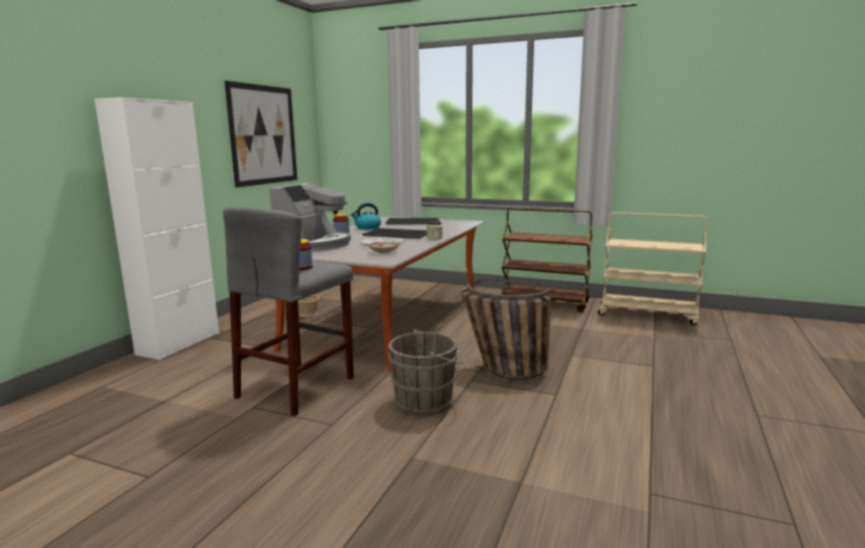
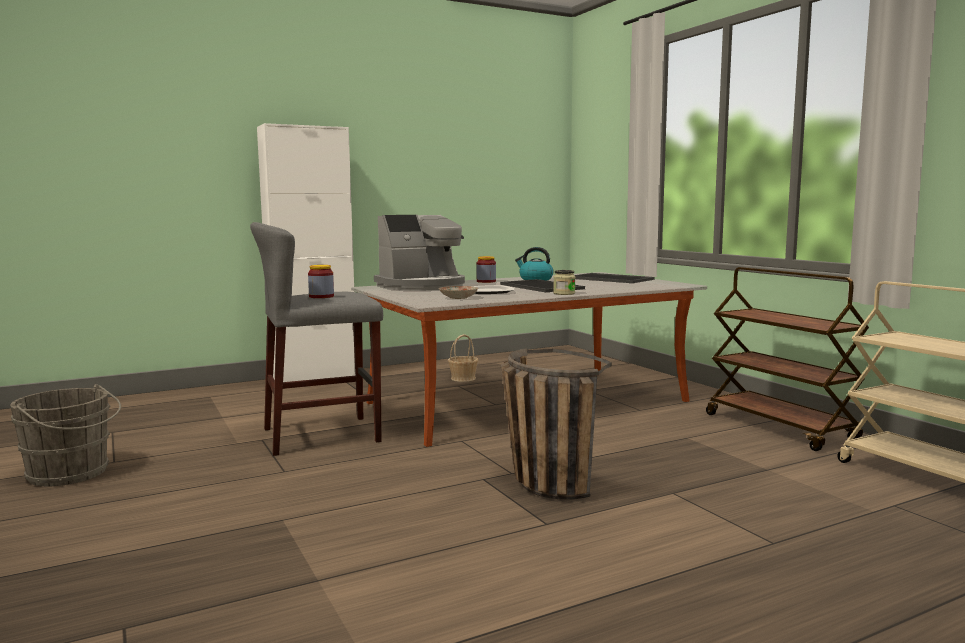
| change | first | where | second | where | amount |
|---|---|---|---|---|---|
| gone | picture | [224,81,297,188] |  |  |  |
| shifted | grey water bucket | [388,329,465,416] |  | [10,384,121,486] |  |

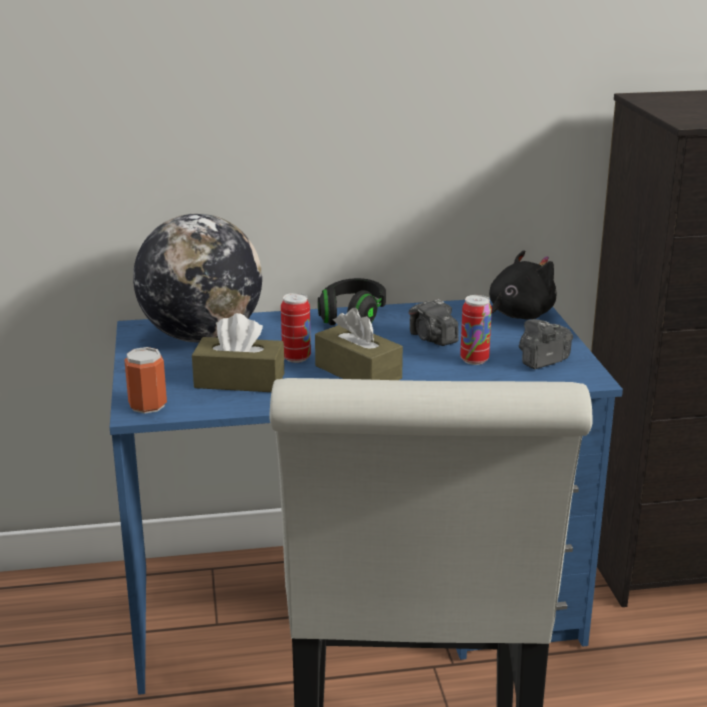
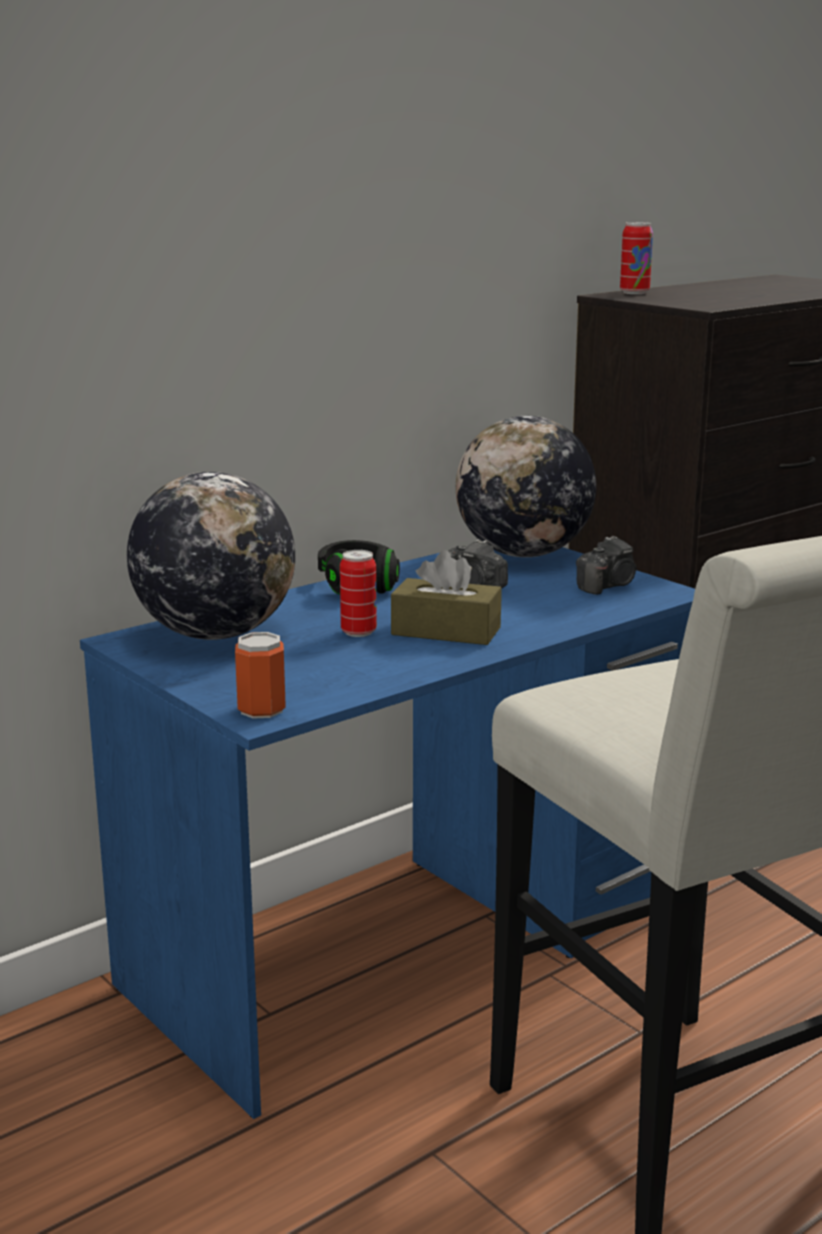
| change | first | where | second | where | amount |
|---|---|---|---|---|---|
| gone | brown box of tissues | [192,313,284,392] |  |  |  |
| shifted | metal can | [460,295,492,365] |  | [620,222,653,294] |  |
| swapped | blackish soft toy | [489,251,556,320] | globe | [456,416,596,557] |  |
| rotated | still camera | [519,319,573,369] |  | [576,536,637,595] | 150 degrees counterclockwise |

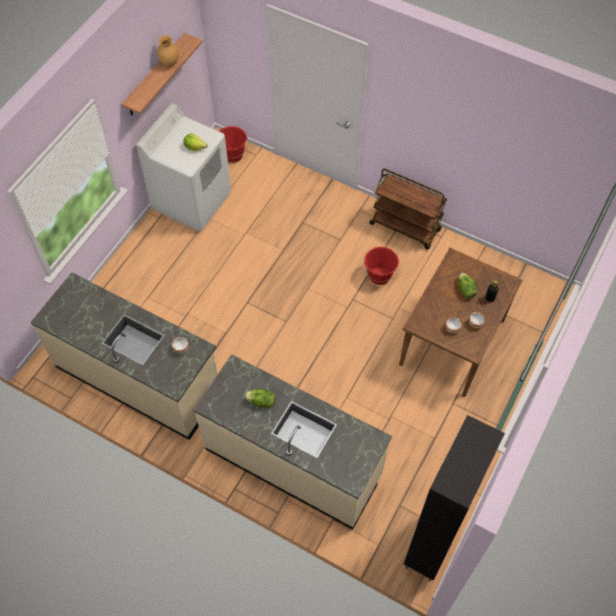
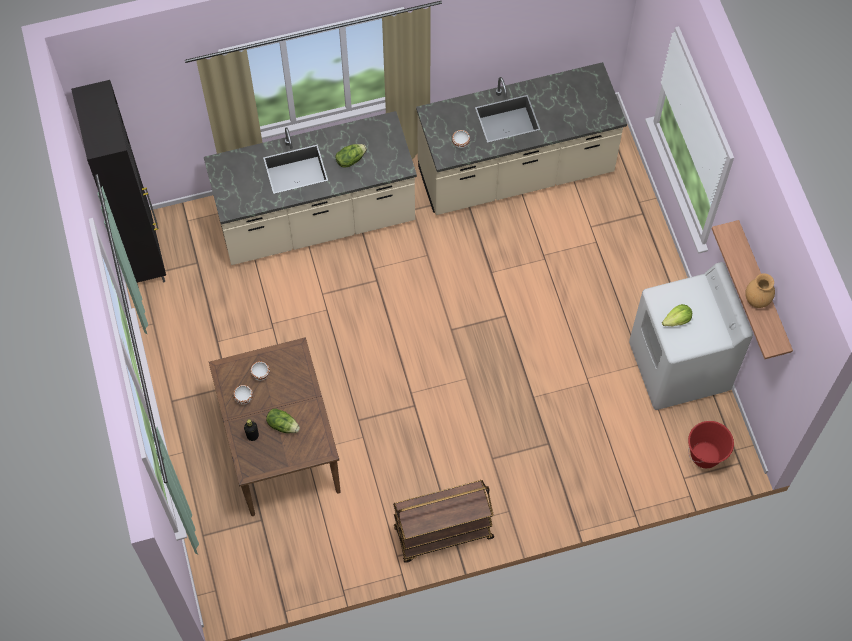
| change | first | where | second | where | amount |
|---|---|---|---|---|---|
| gone | red-coloured water bucket | [364,247,399,285] |  |  |  |

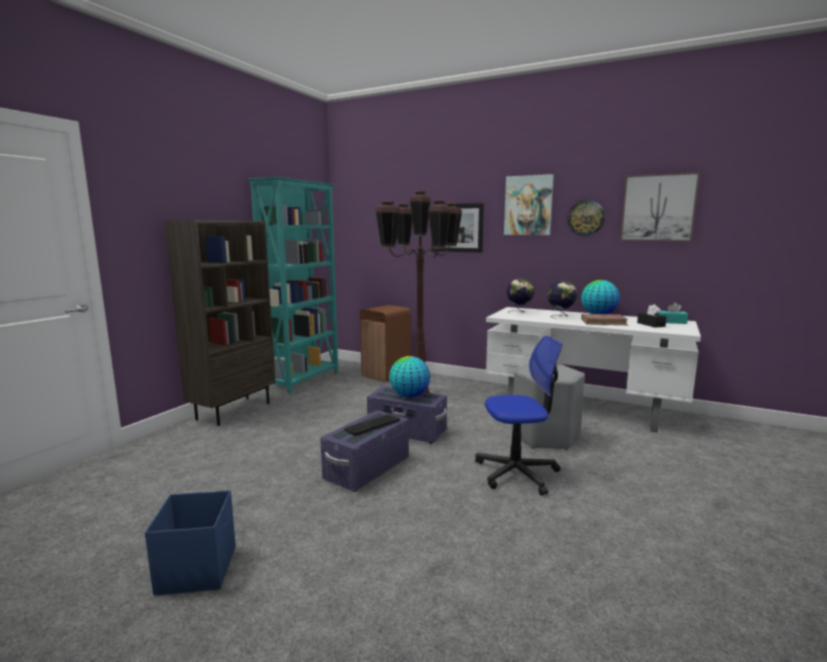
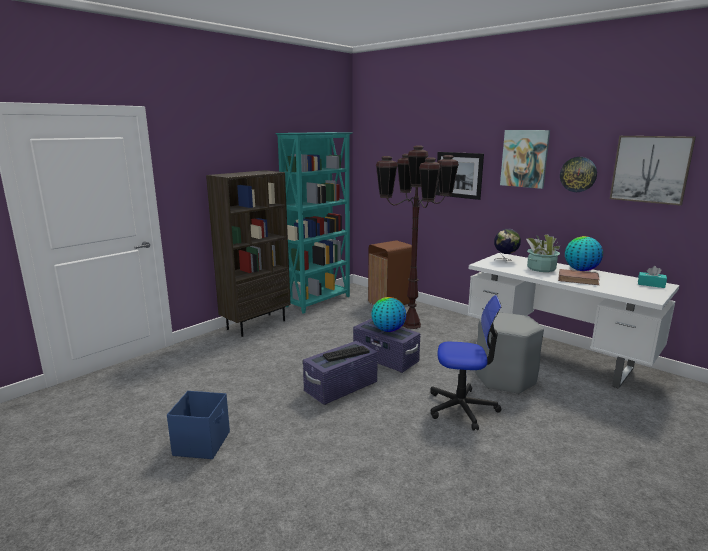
| change | first | where | second | where | amount |
|---|---|---|---|---|---|
| swapped | globe | [547,280,577,318] | plant in a pot | [526,234,561,272] |  |
| gone | blackish box of tissues | [637,304,667,327] |  |  |  |

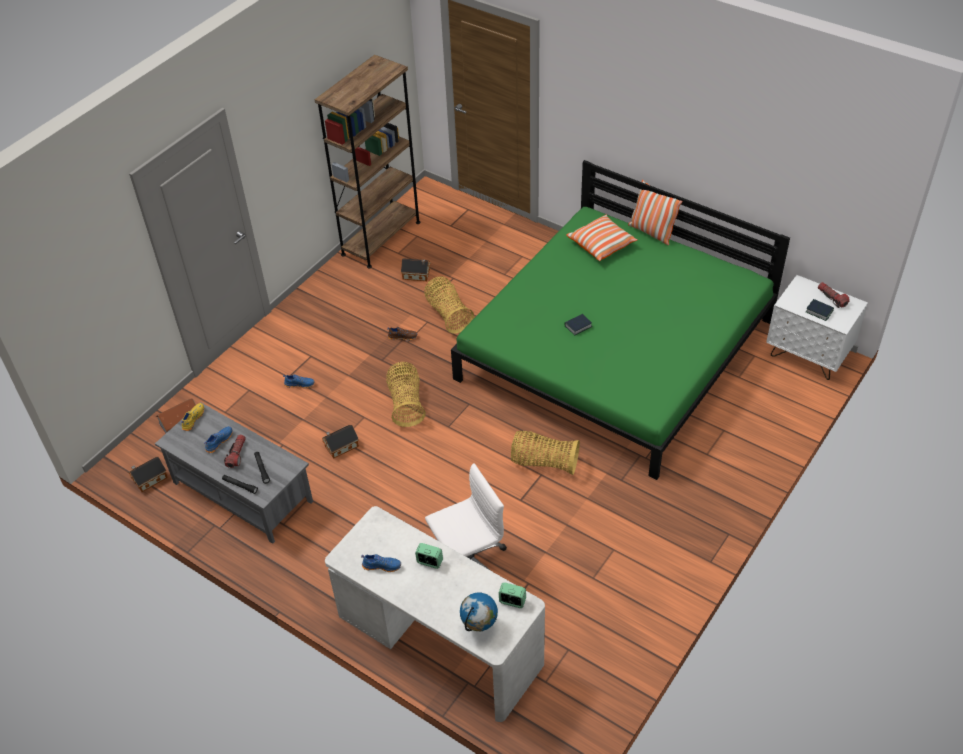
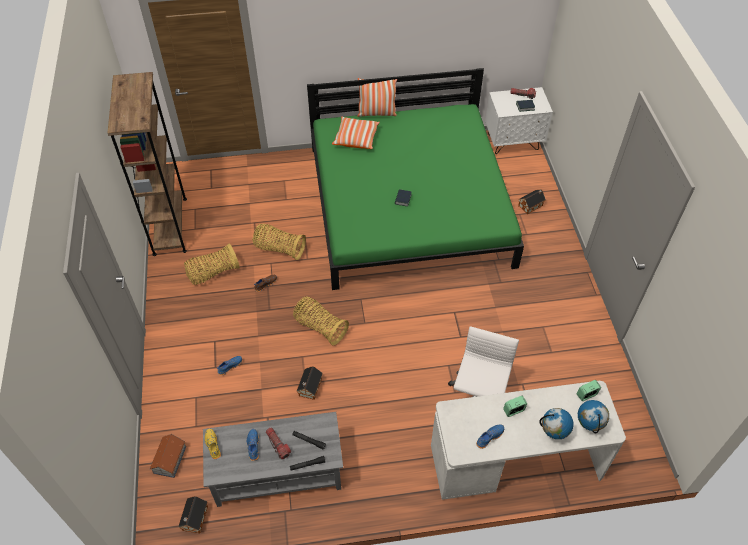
| change | first | where | second | where | amount |
|---|---|---|---|---|---|
| shifted | toy house | [401,258,431,281] |  | [518,189,546,214] |  |
| shifted | storage basket | [511,431,580,475] |  | [184,244,240,285] |  |
| new |  |  | globe | [540,408,574,439] |  |

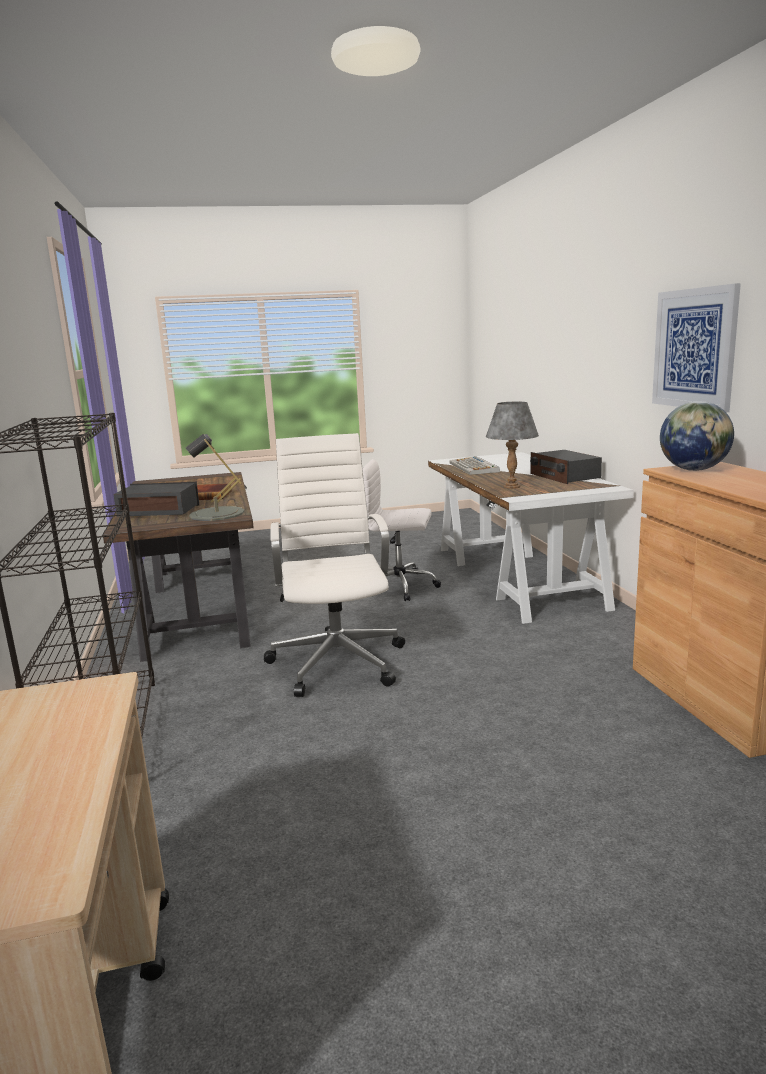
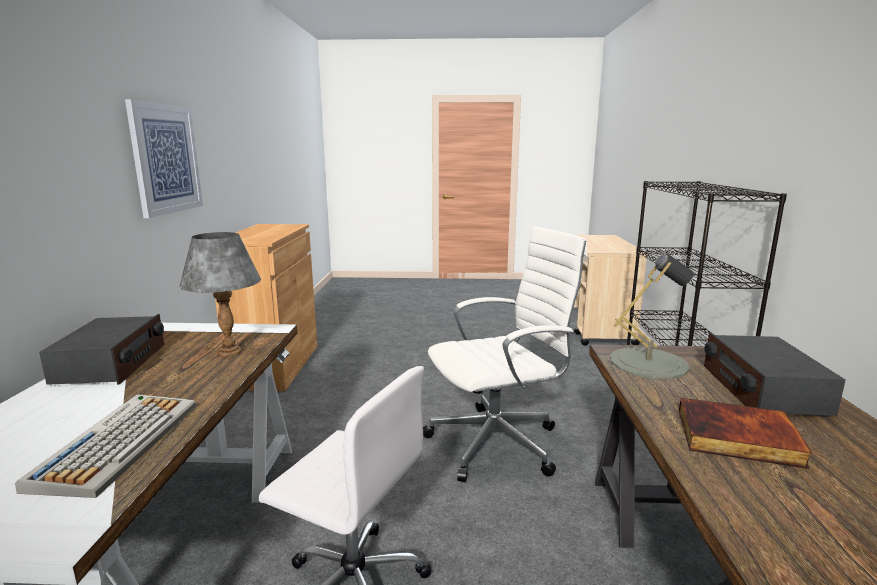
| change | first | where | second | where | amount |
|---|---|---|---|---|---|
| rotated | radio | [113,482,199,517] |  | [704,332,846,416] | 75 degrees clockwise |
| rotated | white computer chair | [264,433,405,697] |  | [423,226,588,482] | 120 degrees counterclockwise |
| gone | globe | [660,401,734,471] |  |  |  |

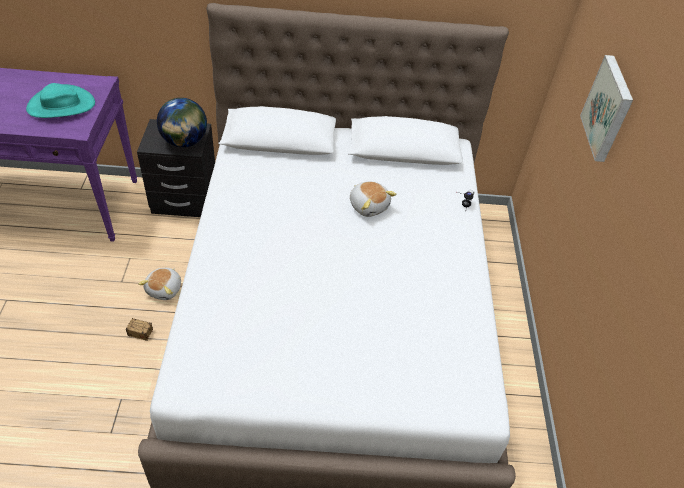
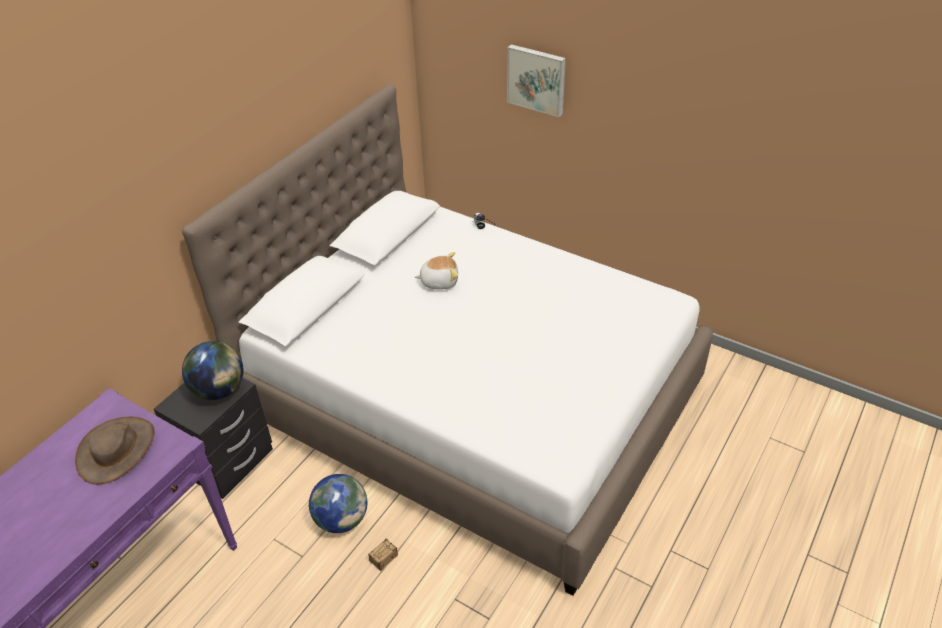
| change | first | where | second | where | amount |
|---|---|---|---|---|---|
| repainted | turquoise-coloured wearable hat | [26,83,95,118] | brown wearable hat | [75,417,154,485] |  |
| swapped | soft toy | [138,268,181,300] | globe | [309,474,367,533] |  |

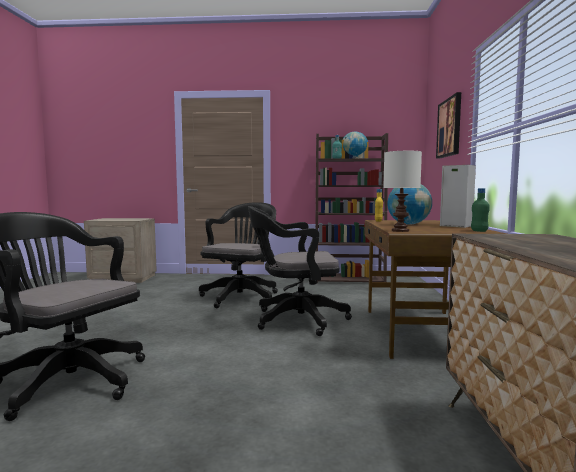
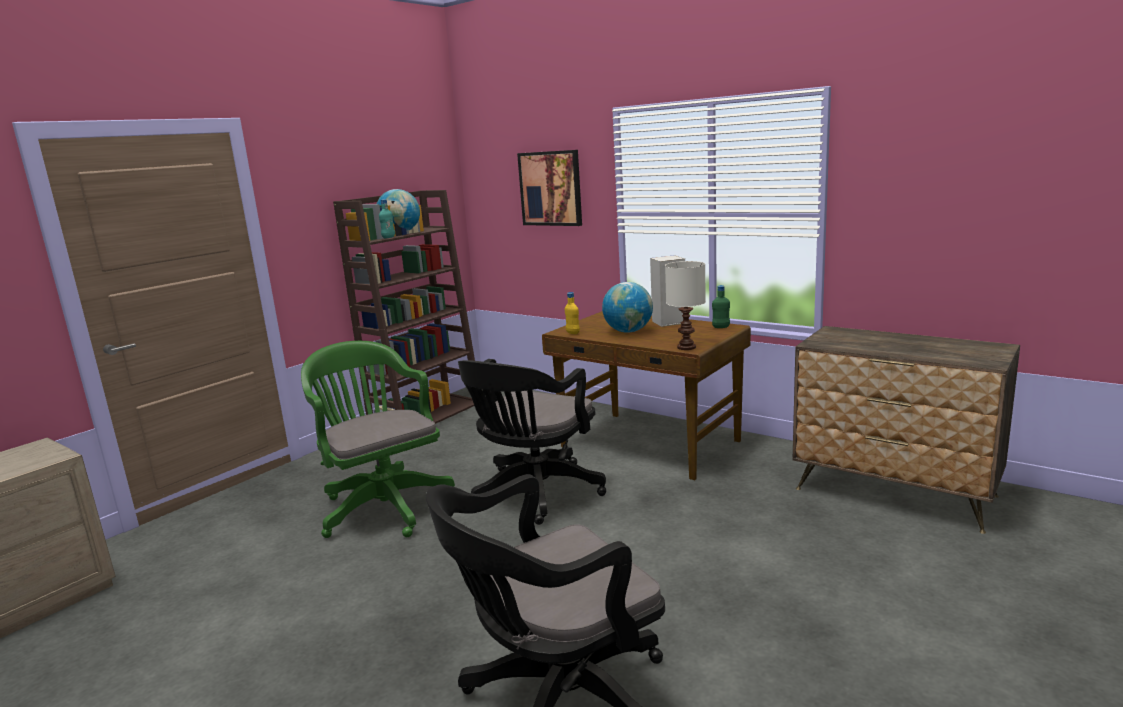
| change | first | where | second | where | amount |
|---|---|---|---|---|---|
| repainted | blackish computer chair | [199,202,278,308] | green computer chair | [301,341,455,538] |  |

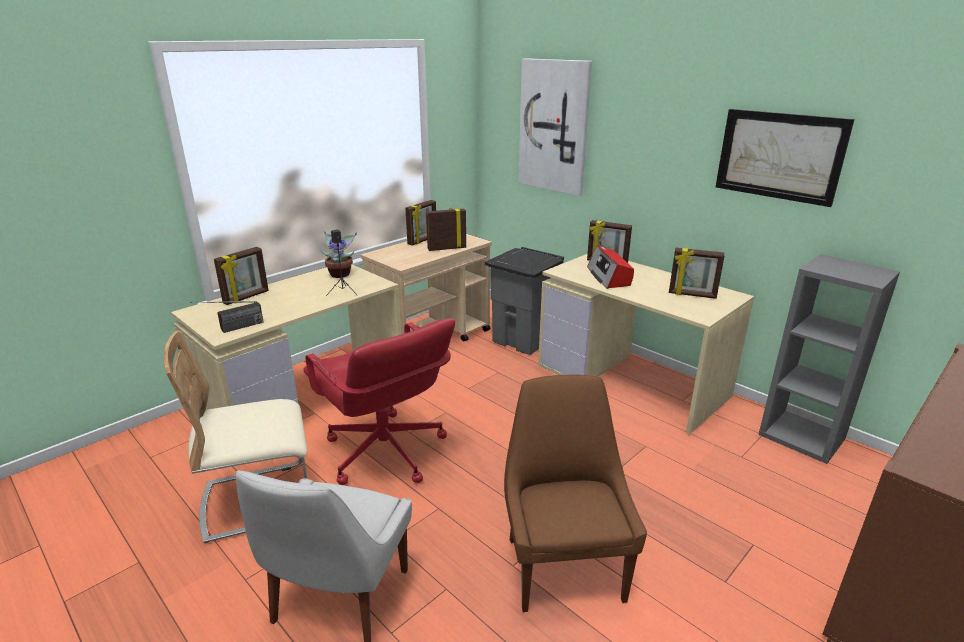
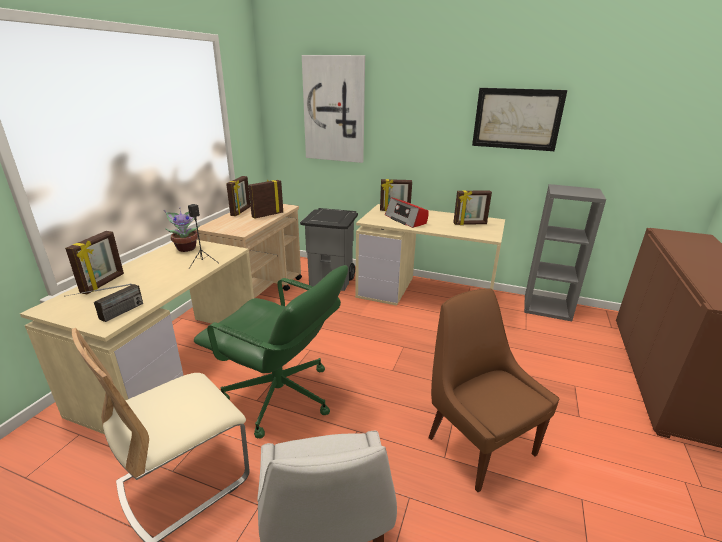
| change | first | where | second | where | amount |
|---|---|---|---|---|---|
| repainted | red-coloured computer chair | [303,318,455,485] | green computer chair | [194,265,348,438] |  |

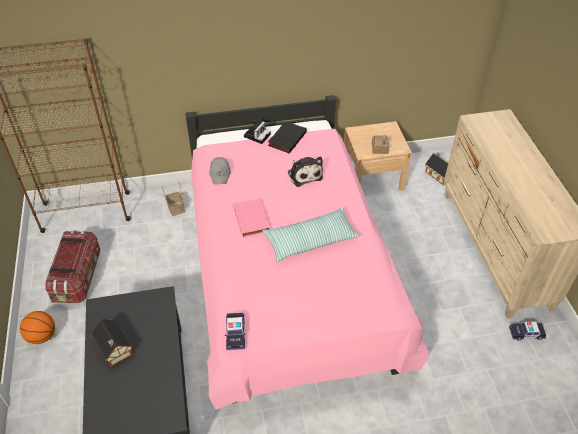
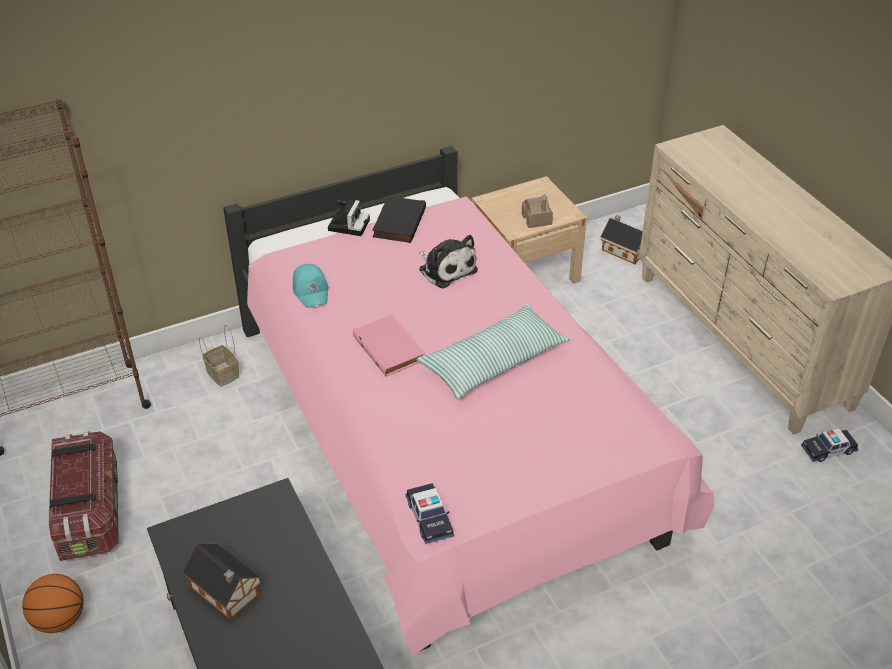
| change | first | where | second | where | amount |
|---|---|---|---|---|---|
| repainted | grey peaked cap | [209,157,231,184] | turquoise-coloured peaked cap | [293,264,329,308] |  |

